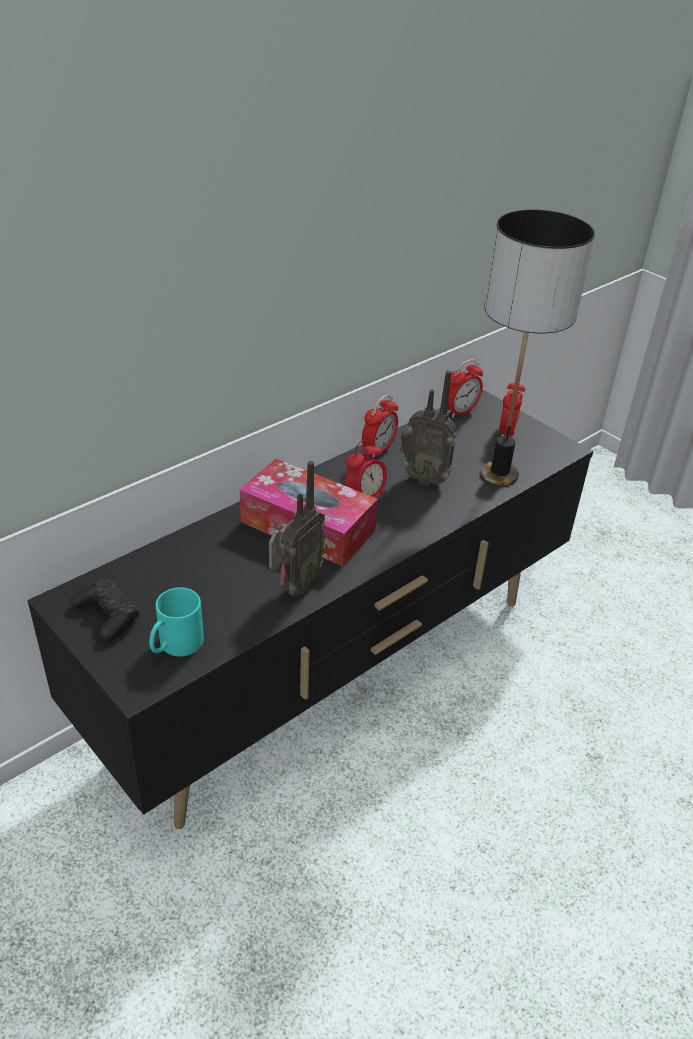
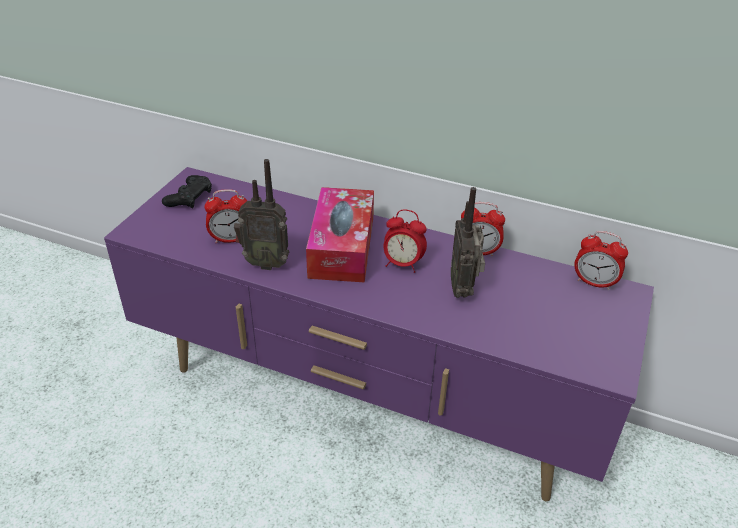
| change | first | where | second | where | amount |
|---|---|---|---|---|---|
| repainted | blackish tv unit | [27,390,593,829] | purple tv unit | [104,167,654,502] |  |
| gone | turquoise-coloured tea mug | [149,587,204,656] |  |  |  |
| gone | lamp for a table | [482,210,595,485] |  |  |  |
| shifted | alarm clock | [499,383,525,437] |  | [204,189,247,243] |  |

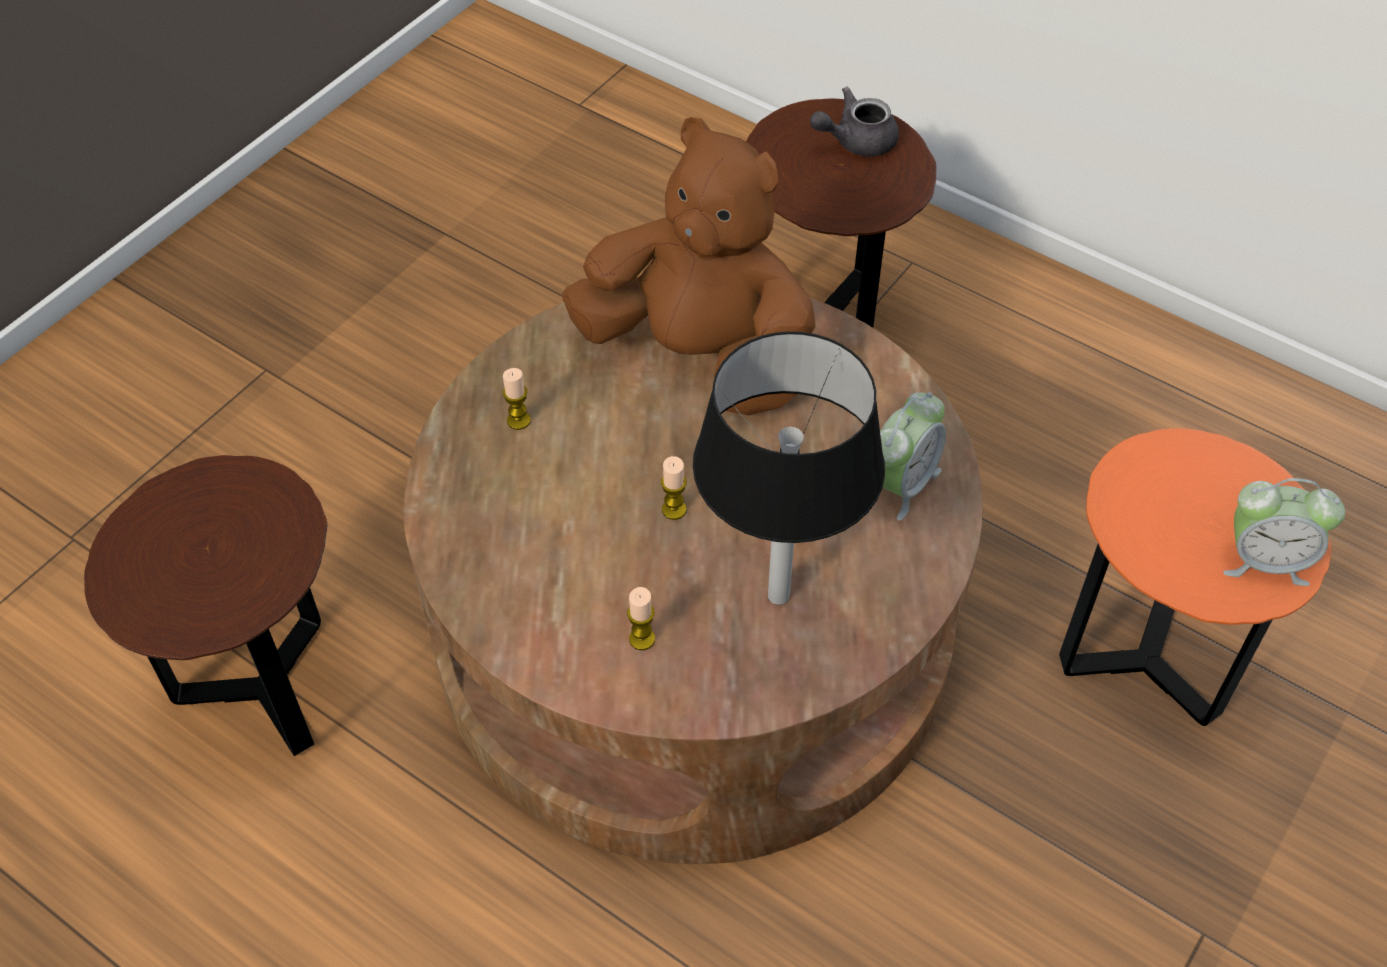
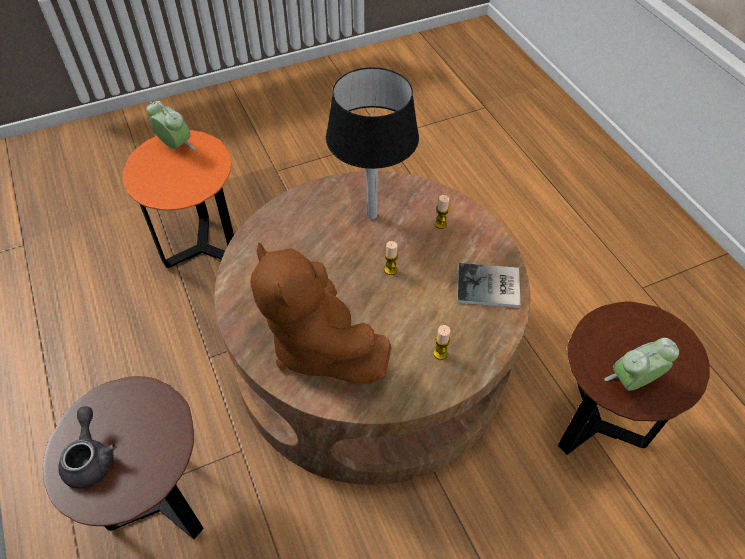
| change | first | where | second | where | amount |
|---|---|---|---|---|---|
| rotated | grey teapot | [810,87,899,157] |  | [59,406,116,489] | 105 degrees counterclockwise |
| shifted | alarm clock | [880,392,946,521] |  | [604,338,679,391] |  |
| new |  |  | book | [457,263,521,308] |  |

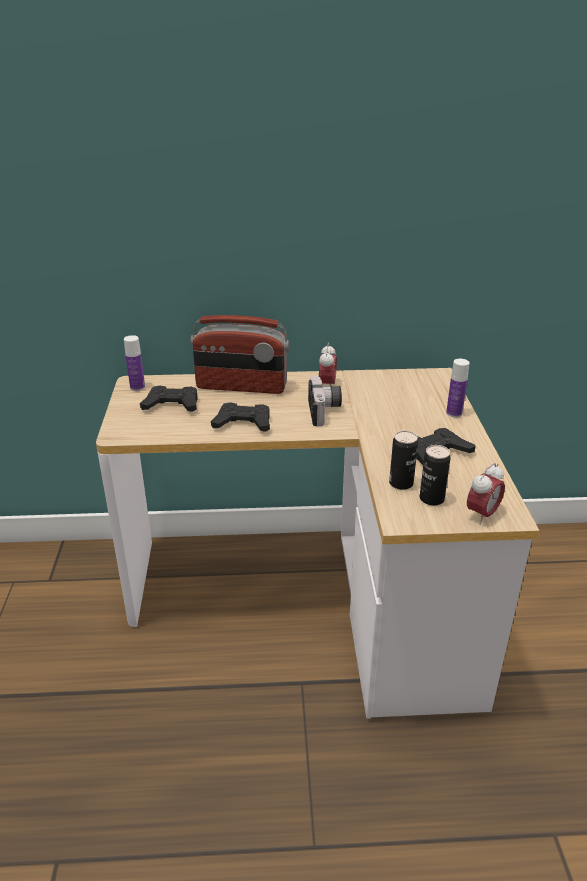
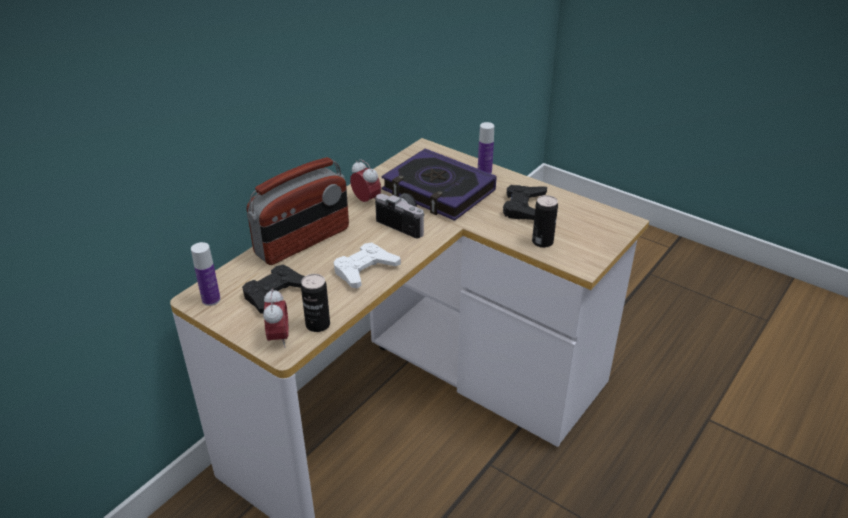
| change | first | where | second | where | amount |
|---|---|---|---|---|---|
| repainted | blackish game controller | [211,402,270,432] | white game controller | [334,242,401,289] |  |
| shifted | metal can | [420,445,451,506] |  | [301,274,330,332] |  |
| shifted | alarm clock | [467,463,505,525] |  | [263,288,289,348] |  |
| new |  |  | book | [381,149,497,221] |  |

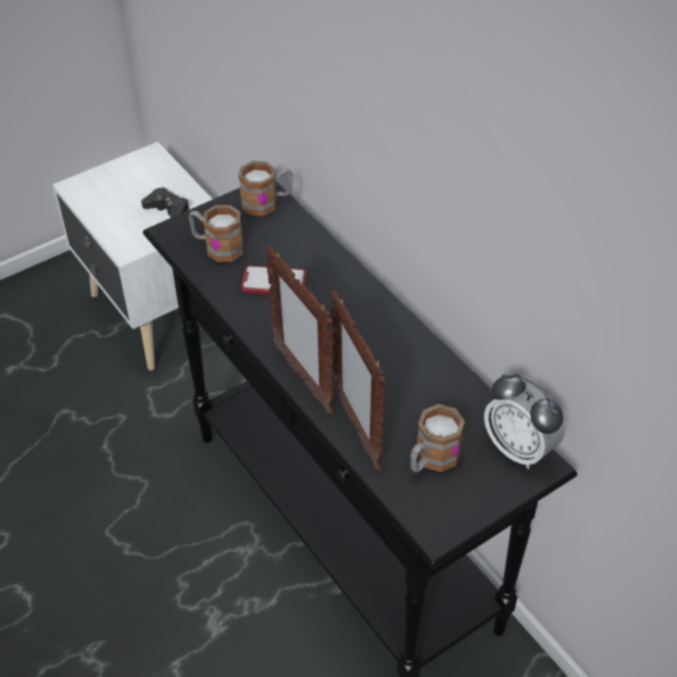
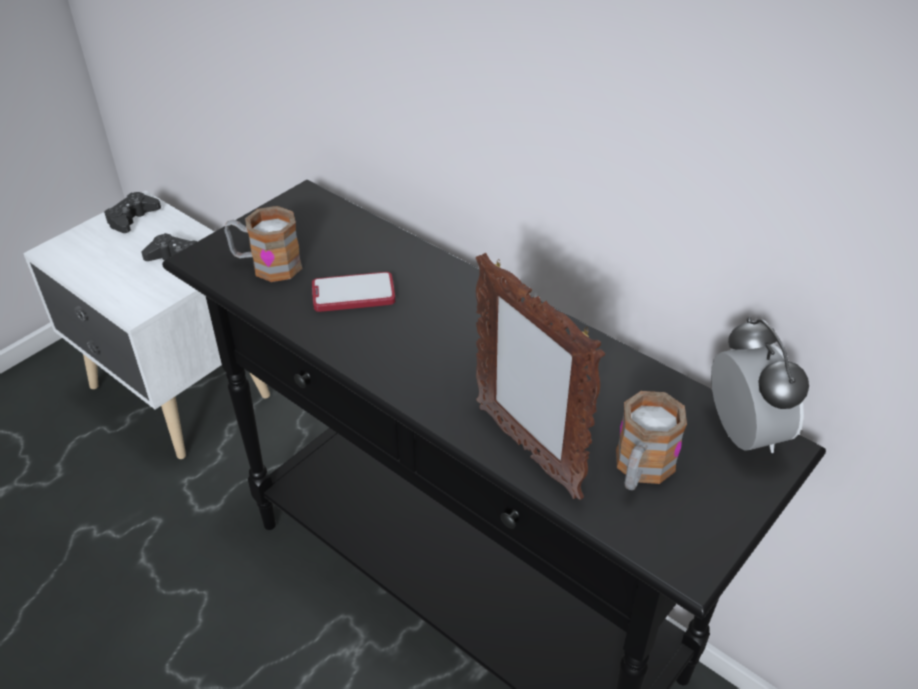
| change | first | where | second | where | amount |
|---|---|---|---|---|---|
| gone | tea mug | [238,161,293,216] |  |  |  |
| gone | standing frame | [265,246,334,414] |  |  |  |
| rotated | alarm clock | [484,374,565,469] |  | [711,317,809,453] | 135 degrees counterclockwise |
| new |  |  | blackish game controller | [104,192,161,233] |  |

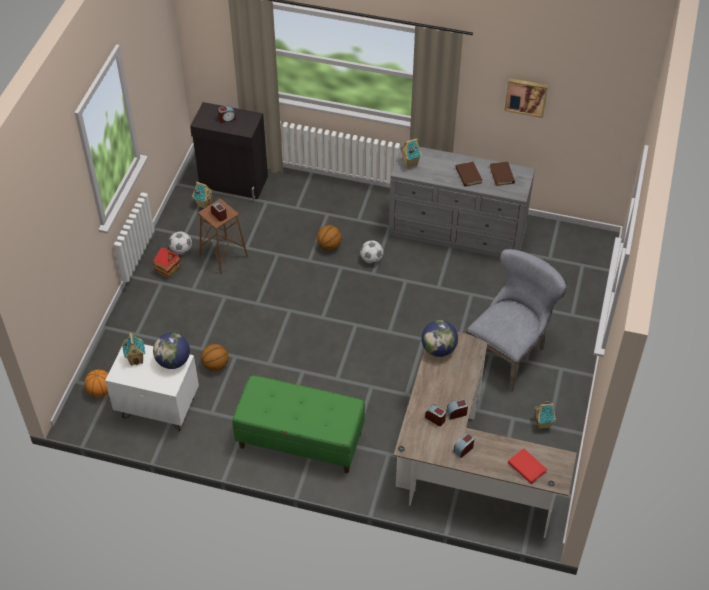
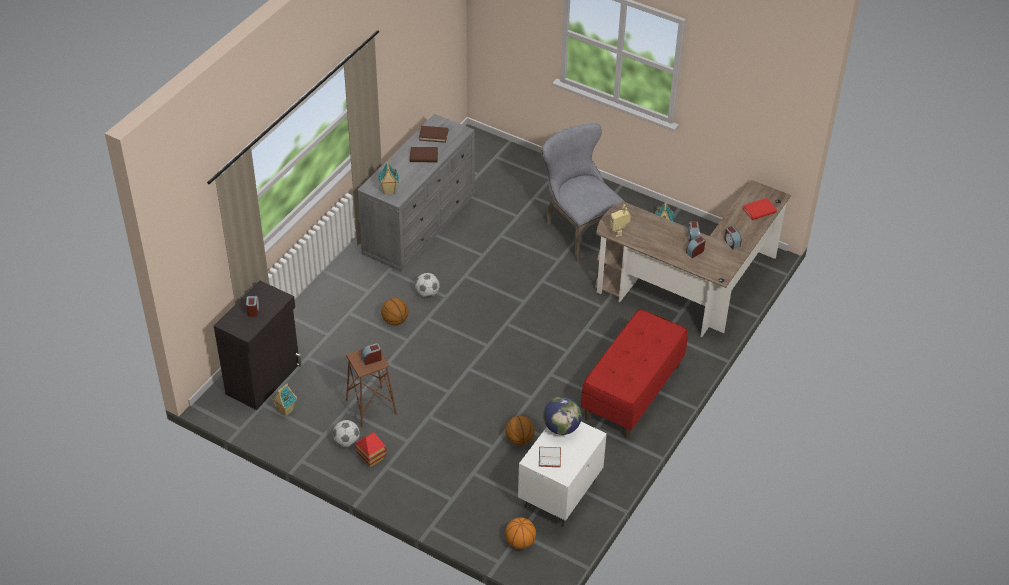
| change | first | where | second | where | amount |
|---|---|---|---|---|---|
| swapped | toy house | [122,333,145,366] | white book | [539,447,561,467] |  |
| repainted | green indoor bench | [232,375,365,473] | red-coloured indoor bench | [581,309,688,439] |  |
| swapped | globe | [421,320,458,357] | toy robot | [610,204,631,237] |  |
| gone | picture | [504,78,548,118] |  |  |  |

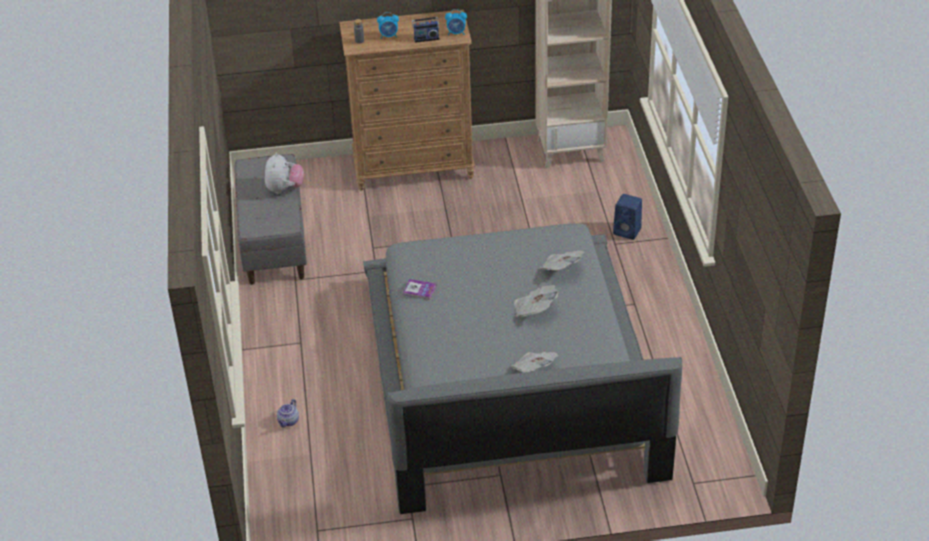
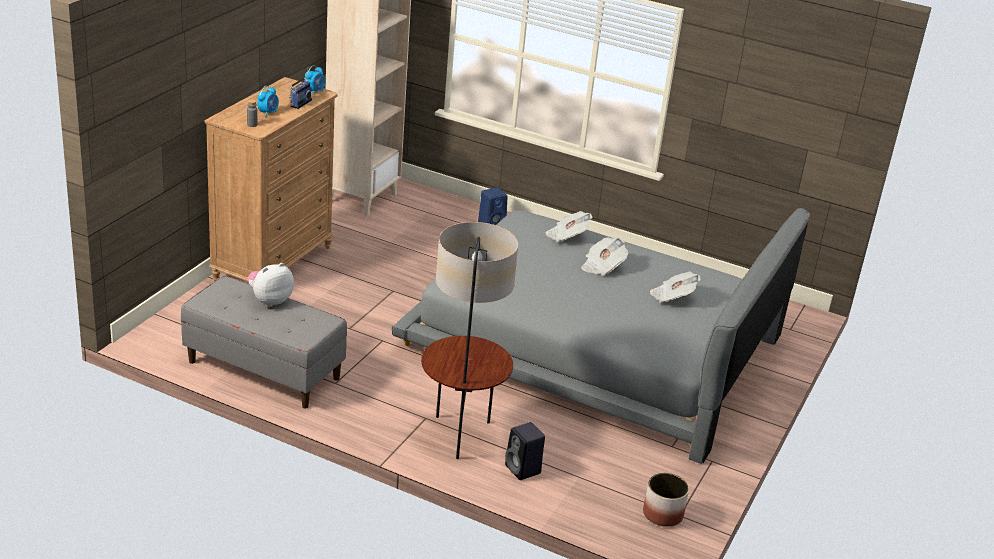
| change | first | where | second | where | amount |
|---|---|---|---|---|---|
| rotated | soft toy | [265,152,304,194] |  | [248,263,294,307] | 75 degrees counterclockwise |
| swapped | teapot | [277,399,299,427] | blackish loudspeaker | [505,422,545,480] |  |
| gone | book | [403,279,436,299] |  |  |  |
| new |  |  | floor lamp | [421,222,518,459] |  |
| new |  |  | plant pot | [643,473,689,527] |  |

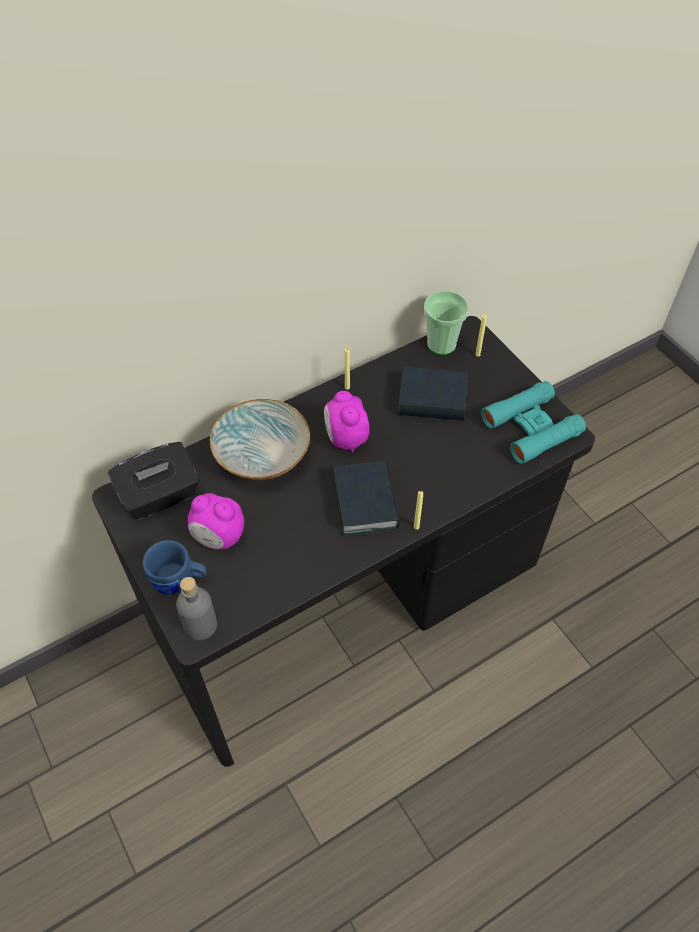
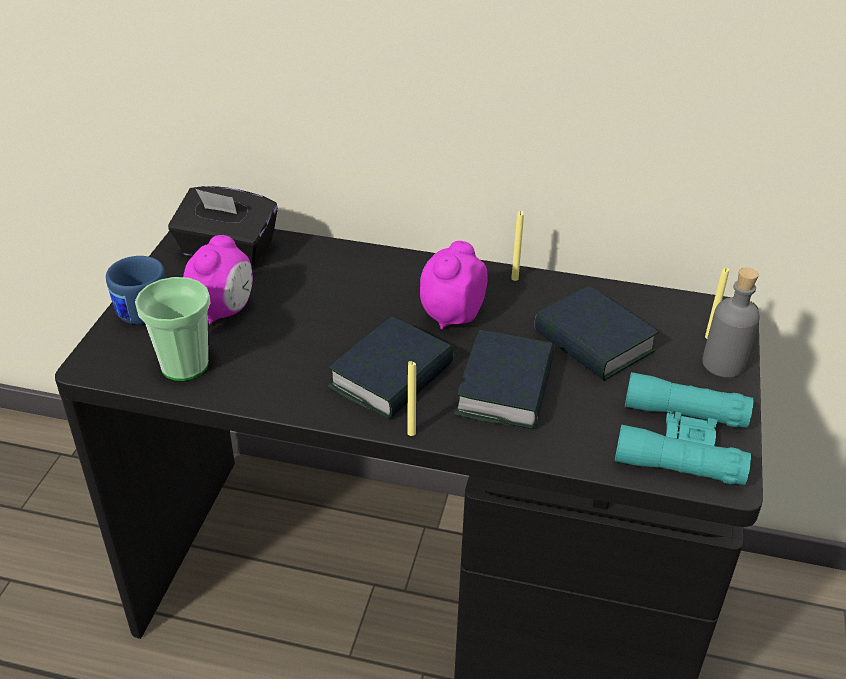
| change | first | where | second | where | amount |
|---|---|---|---|---|---|
| shifted | grey beverage bottle | [176,577,217,640] |  | [702,268,760,378] |  |
| rotated | alarm clock | [188,493,244,550] |  | [183,235,253,325] | 135 degrees counterclockwise |
| gone | deep dish | [210,399,310,480] |  |  |  |
| shifted | cup | [424,291,469,355] |  | [135,277,211,381] |  |
| new |  |  | book | [454,330,554,430] |  |

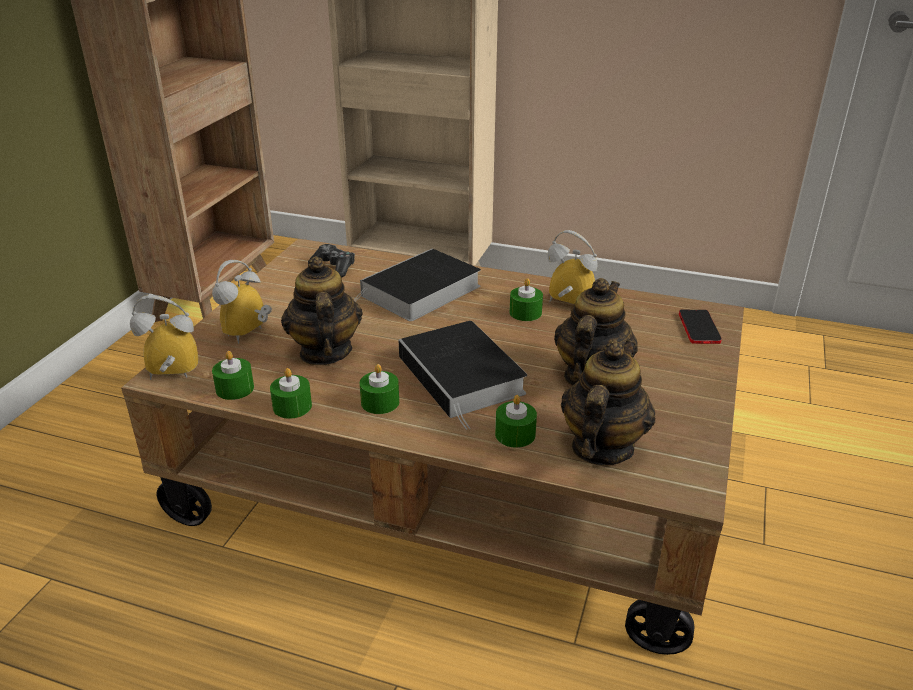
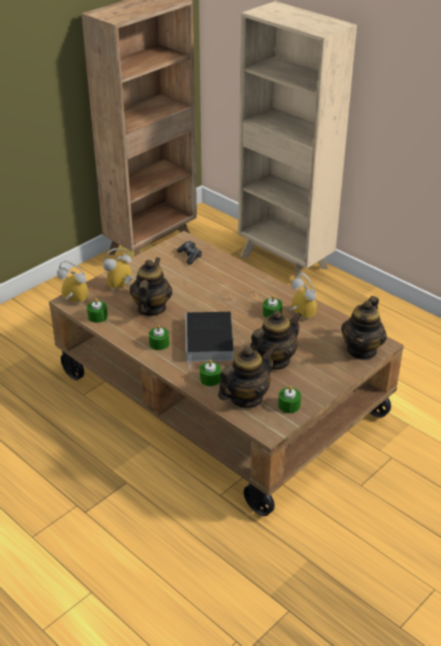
| change | first | where | second | where | amount |
|---|---|---|---|---|---|
| shifted | green wax candle | [270,368,312,419] |  | [278,386,301,413] |  |
| gone | book | [354,249,481,321] |  |  |  |
| swapped | handset | [679,310,722,344] | teapot | [341,296,387,360] |  |

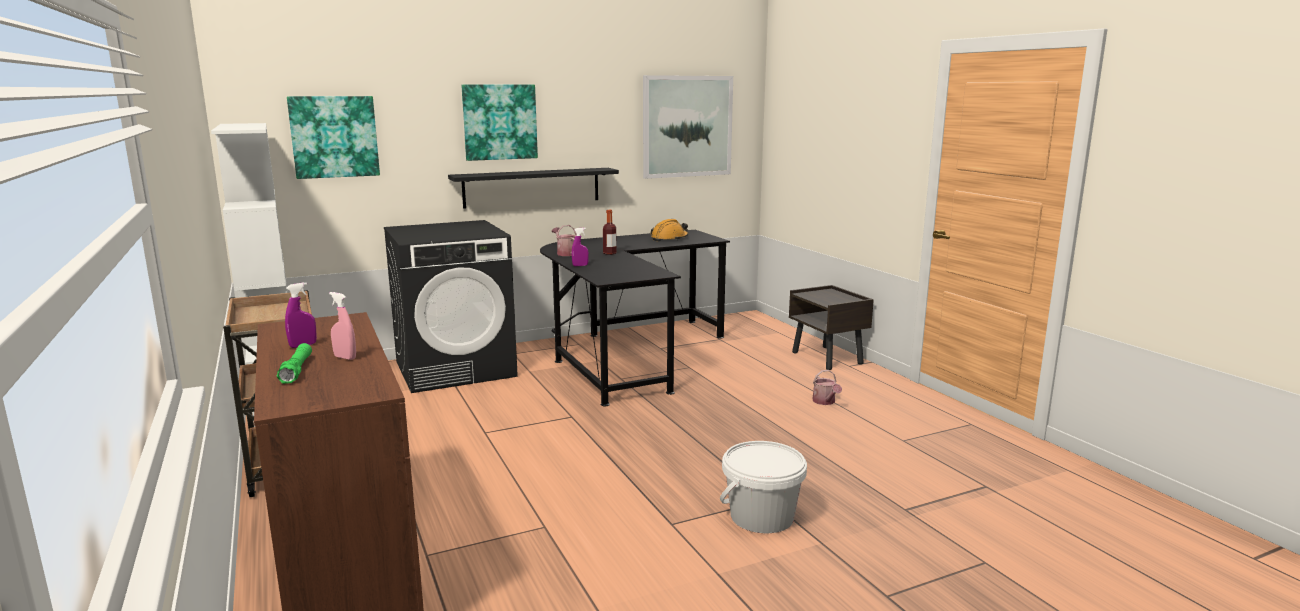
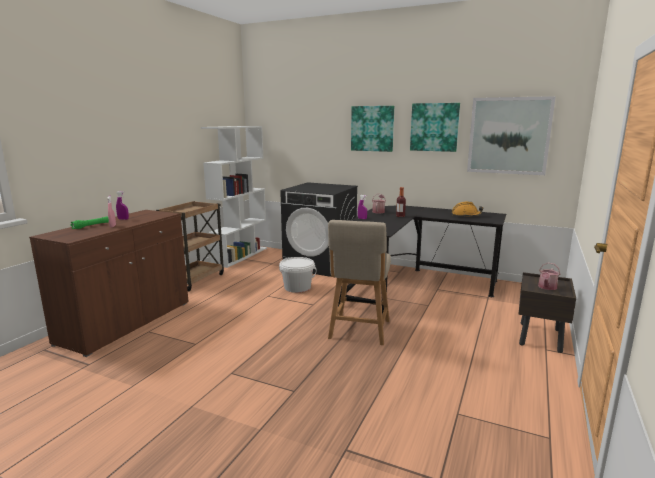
| change | first | where | second | where | amount |
|---|---|---|---|---|---|
| shifted | picture | [287,96,380,179] |  | [410,103,460,152] |  |
| gone | blackish wall shelf | [448,168,619,209] |  |  |  |
| shifted | white water bucket | [720,441,807,533] |  | [279,257,317,293] |  |
| shifted | sprinkling can | [813,370,842,405] |  | [538,263,560,290] |  |
| new |  |  | sand-coloured upright chair | [328,220,391,345] |  |

